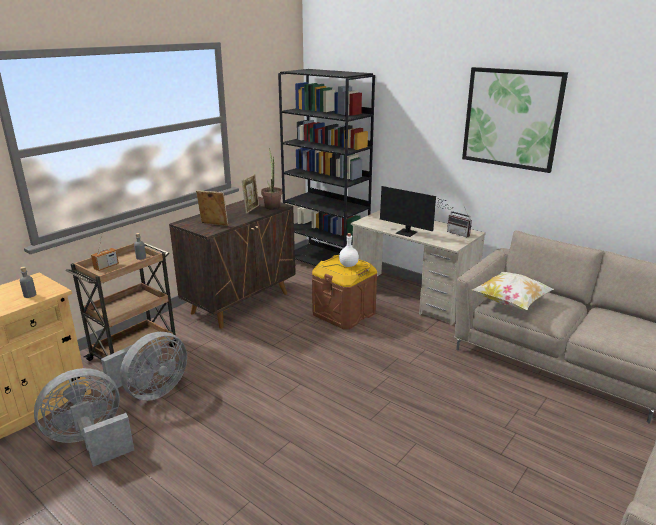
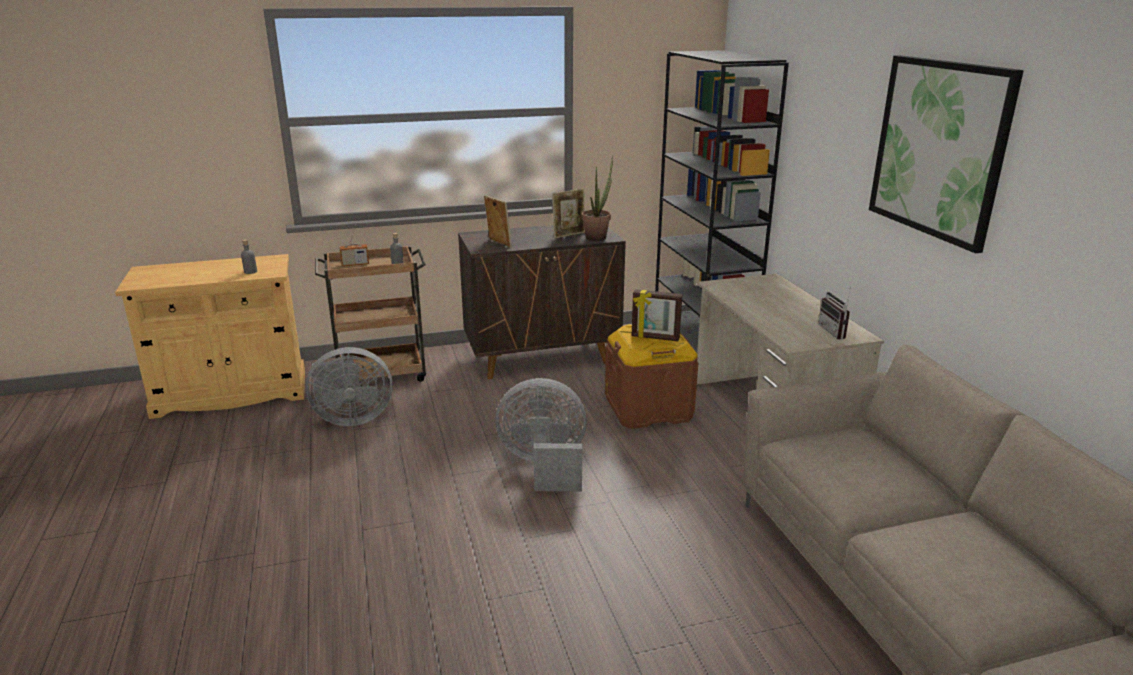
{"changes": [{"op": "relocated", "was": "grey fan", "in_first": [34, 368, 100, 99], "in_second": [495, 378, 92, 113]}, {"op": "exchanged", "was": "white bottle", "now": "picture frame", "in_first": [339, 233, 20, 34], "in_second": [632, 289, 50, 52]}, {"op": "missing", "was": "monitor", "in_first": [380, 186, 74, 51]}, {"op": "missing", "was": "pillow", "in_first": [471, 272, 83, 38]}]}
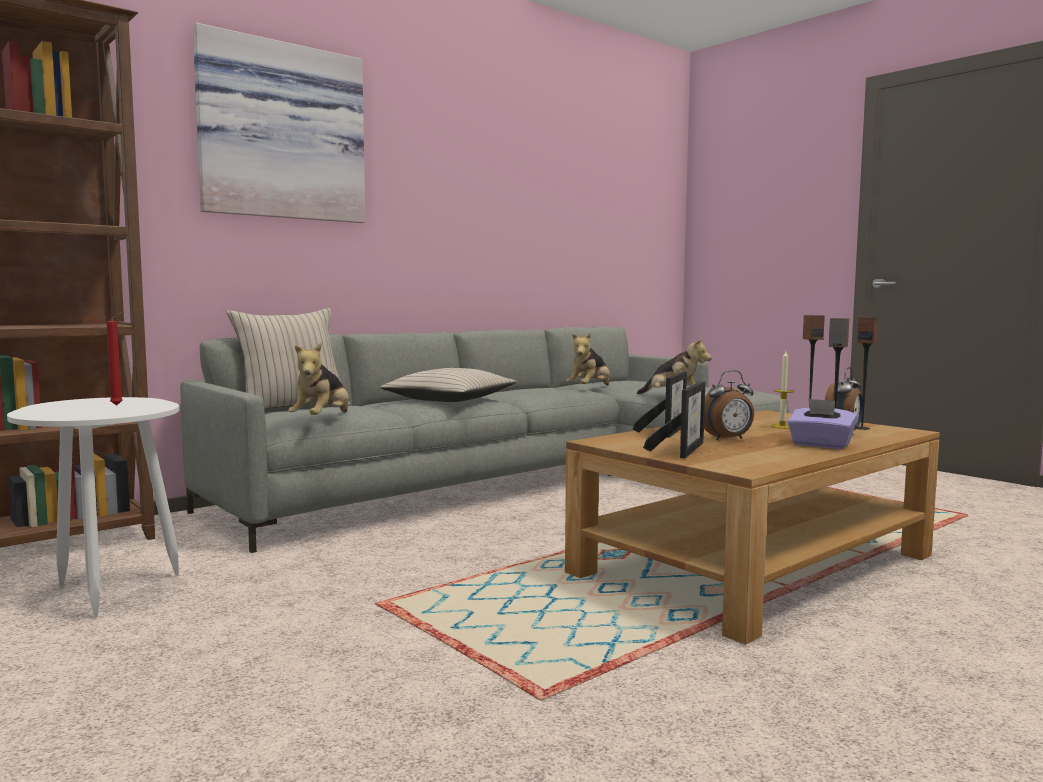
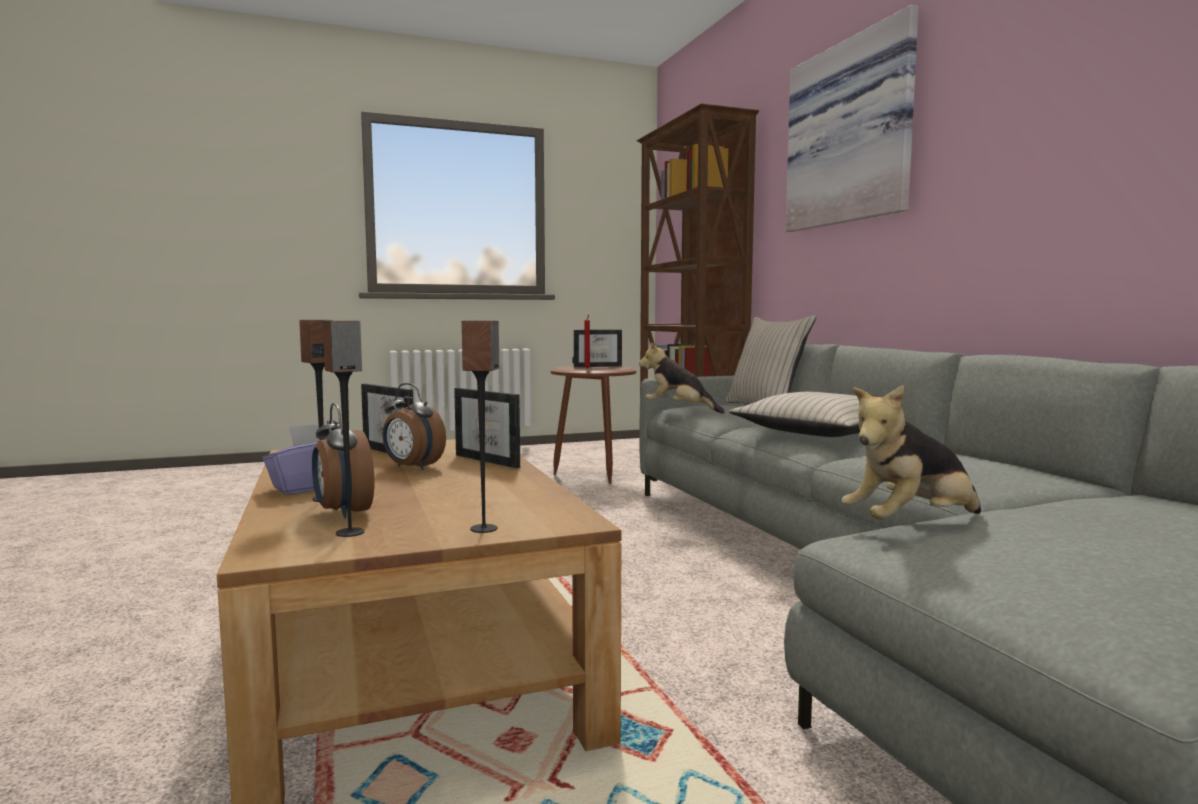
{"changes": [{"op": "spun", "was": "alarm clock", "in_first": [704, 370, 50, 70], "in_second": [383, 383, 63, 87], "clockwise": -60}, {"op": "colour", "was": "white side table", "now": "brown side table", "in_first": [7, 397, 172, 221], "in_second": [551, 366, 86, 118]}, {"op": "appeared", "now": "picture frame", "in_second": [572, 330, 50, 37]}, {"op": "missing", "was": "plush toy", "in_first": [566, 332, 44, 53]}, {"op": "missing", "was": "candle", "in_first": [770, 351, 25, 78]}]}
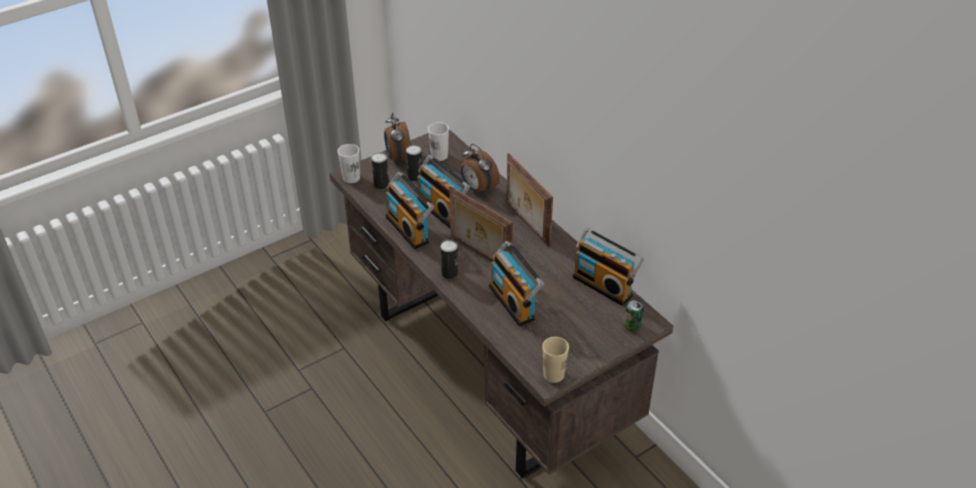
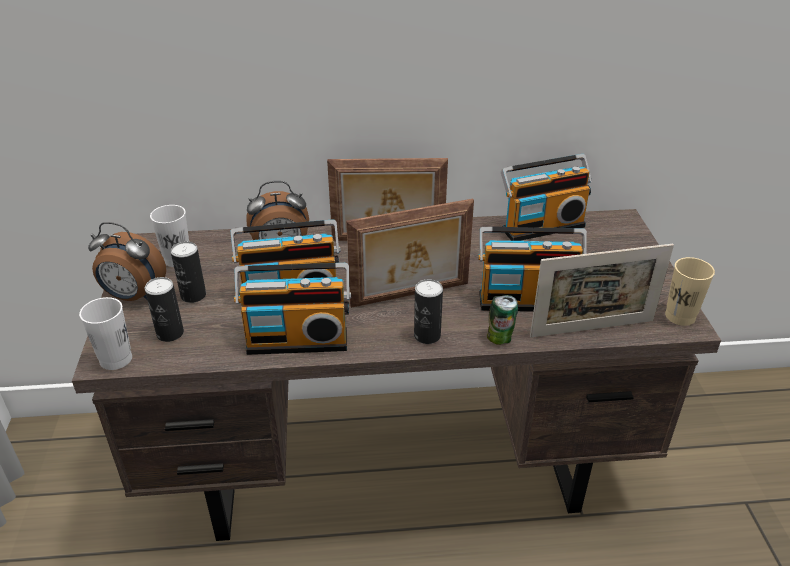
{"changes": [{"op": "relocated", "was": "can", "in_first": [624, 299, 20, 33], "in_second": [487, 295, 31, 50]}, {"op": "appeared", "now": "picture frame", "in_second": [530, 244, 144, 94]}]}
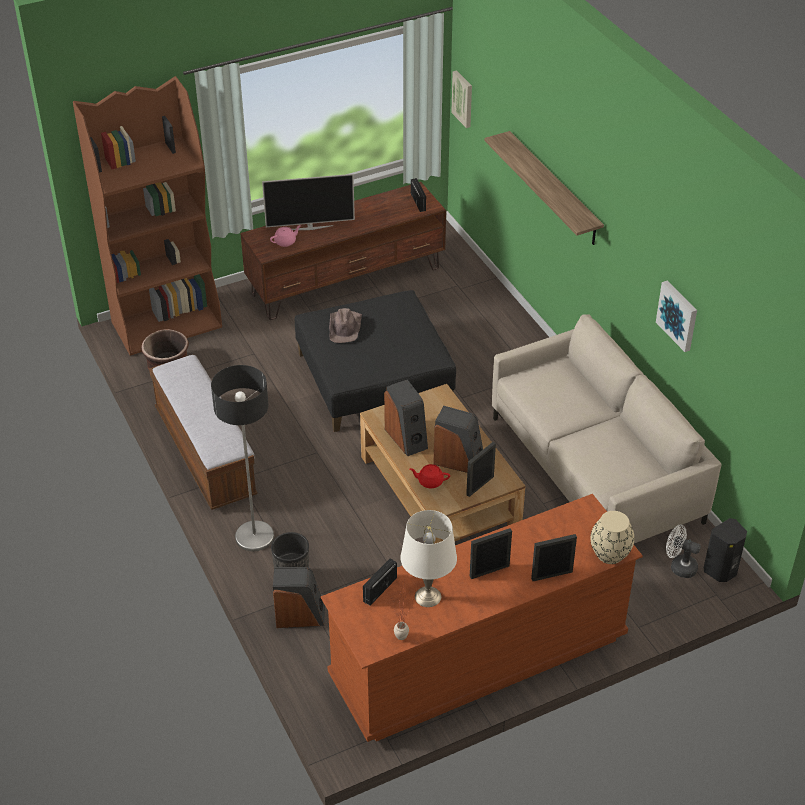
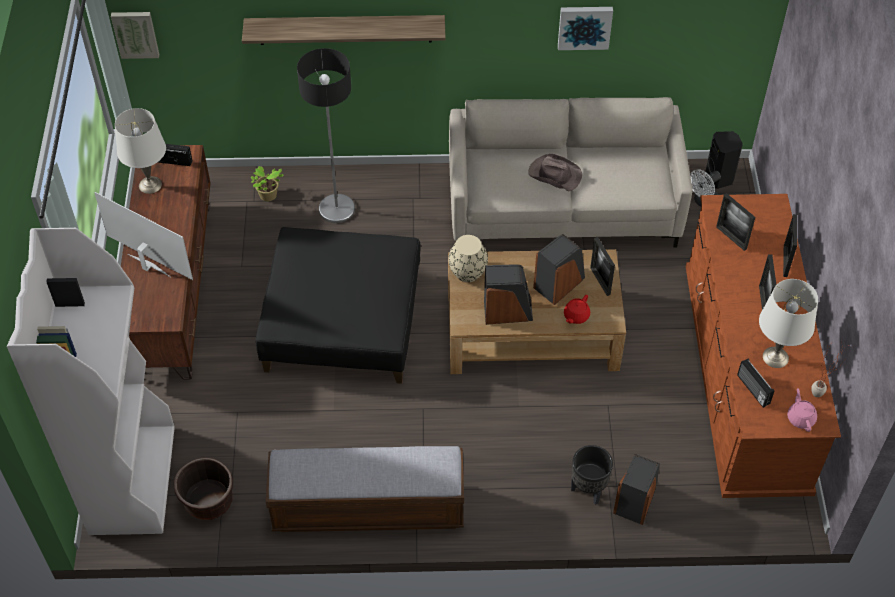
{"changes": [{"op": "colour", "was": "brown bookcase", "now": "white bookcase", "in_first": [73, 76, 149, 280], "in_second": [7, 228, 168, 307]}, {"op": "spun", "was": "television", "in_first": [262, 174, 93, 56], "in_second": [94, 192, 99, 88], "clockwise": -75}, {"op": "appeared", "now": "white table lamp", "in_second": [115, 108, 51, 86]}, {"op": "appeared", "now": "potted plant", "in_second": [251, 166, 33, 36]}, {"op": "relocated", "was": "floor lamp", "in_first": [211, 365, 63, 186], "in_second": [297, 48, 58, 175]}, {"op": "relocated", "was": "beige vase", "in_first": [590, 511, 44, 53], "in_second": [448, 235, 40, 47]}, {"op": "relocated", "was": "brown hat", "in_first": [329, 308, 33, 35], "in_second": [528, 154, 54, 37]}, {"op": "appeared", "now": "picture frame", "in_second": [716, 193, 39, 58]}, {"op": "relocated", "was": "pink teapot", "in_first": [270, 225, 31, 22], "in_second": [787, 388, 30, 44]}]}
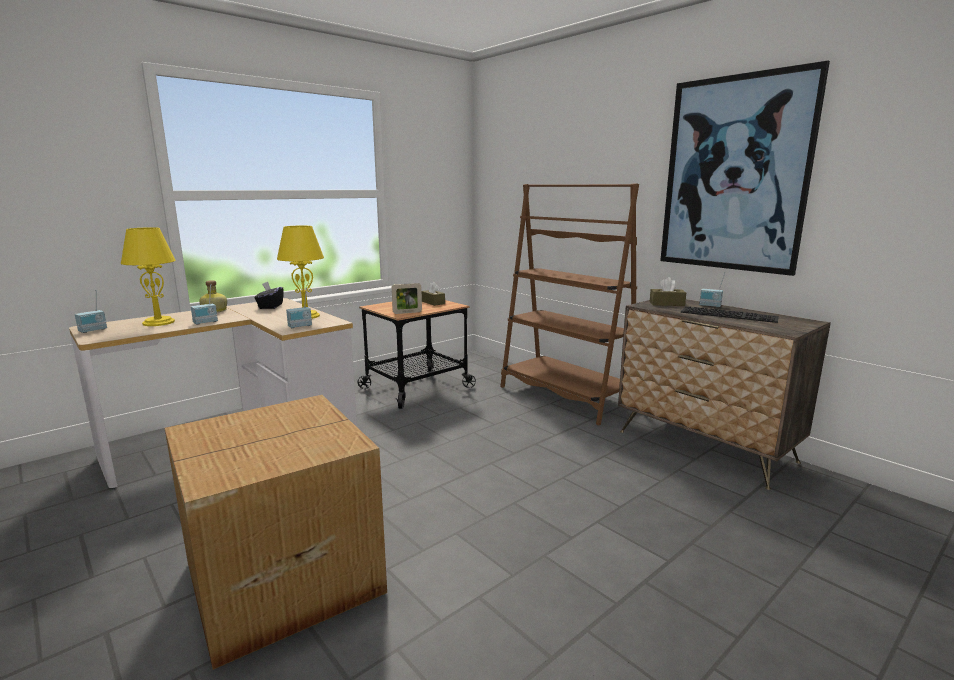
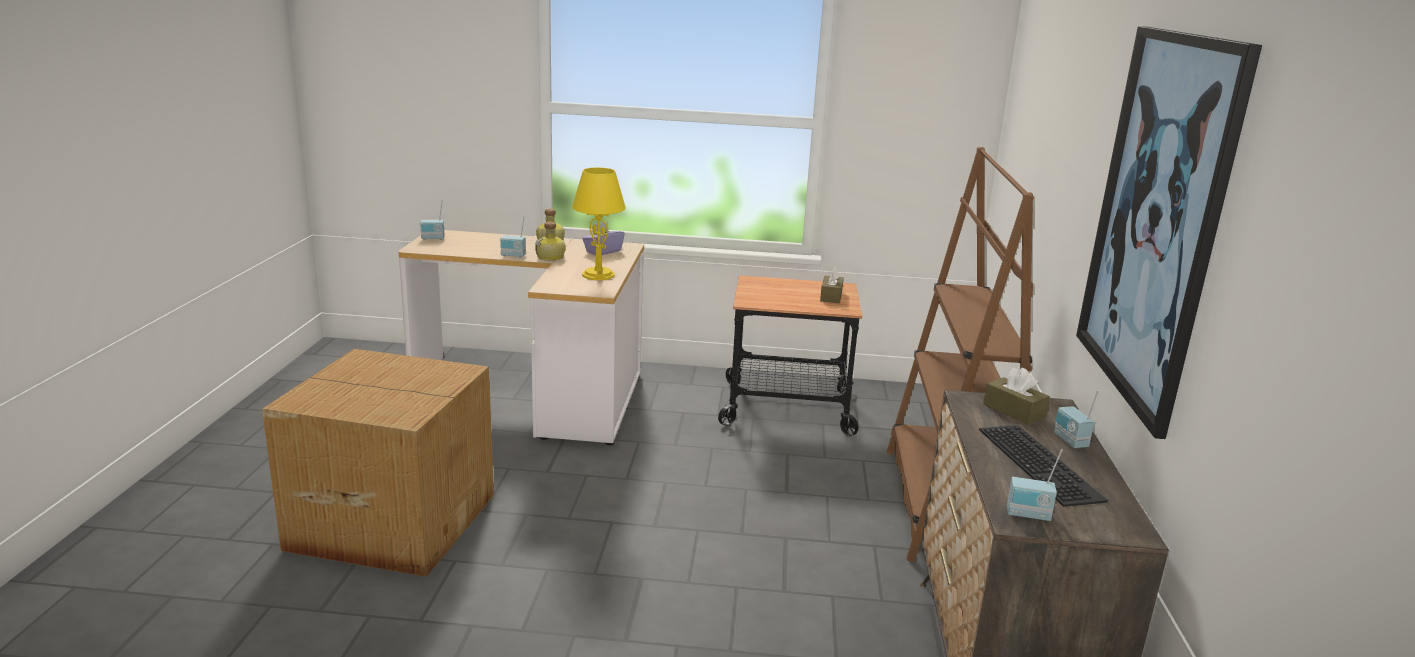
{"changes": [{"op": "appeared", "now": "bottle", "in_second": [535, 222, 30, 39]}, {"op": "colour", "was": "black tissue box", "now": "purple tissue box", "in_first": [255, 281, 29, 28], "in_second": [582, 222, 43, 33]}, {"op": "relocated", "was": "radio", "in_first": [286, 287, 26, 41], "in_second": [1007, 449, 56, 72]}, {"op": "missing", "was": "yellow table lamp", "in_first": [121, 227, 54, 99]}, {"op": "missing", "was": "picture frame", "in_first": [392, 283, 30, 31]}]}
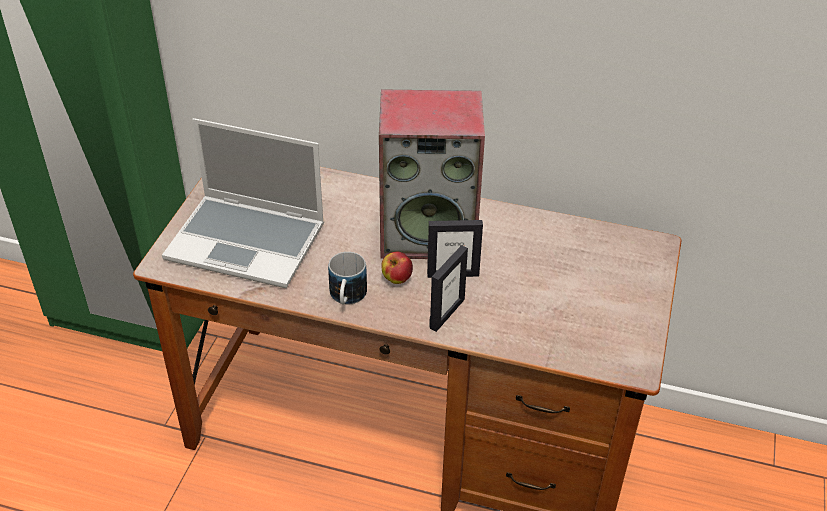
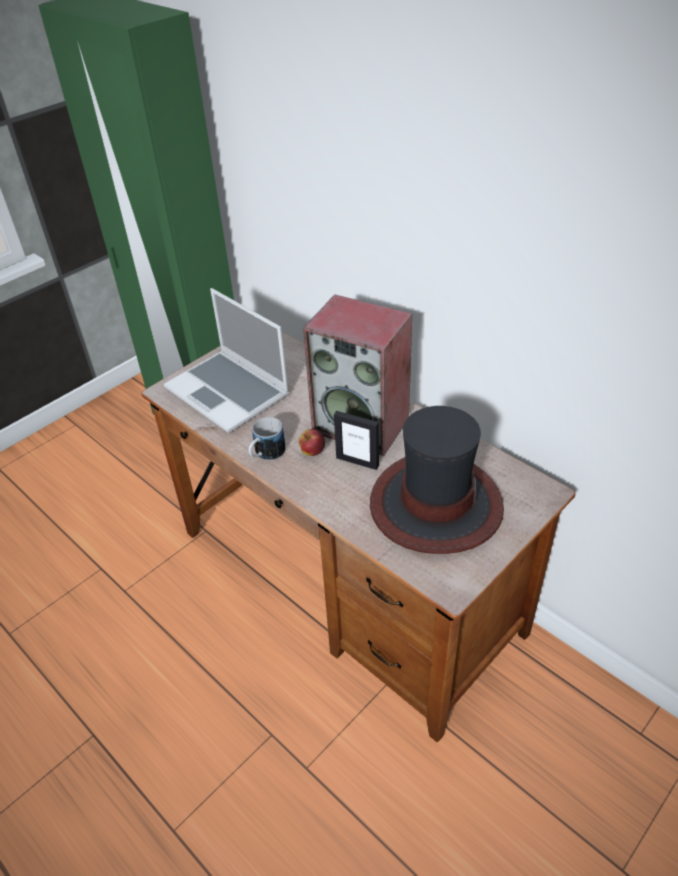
{"changes": [{"op": "appeared", "now": "hat", "in_second": [370, 406, 134, 148]}, {"op": "missing", "was": "picture frame", "in_first": [429, 245, 39, 87]}]}
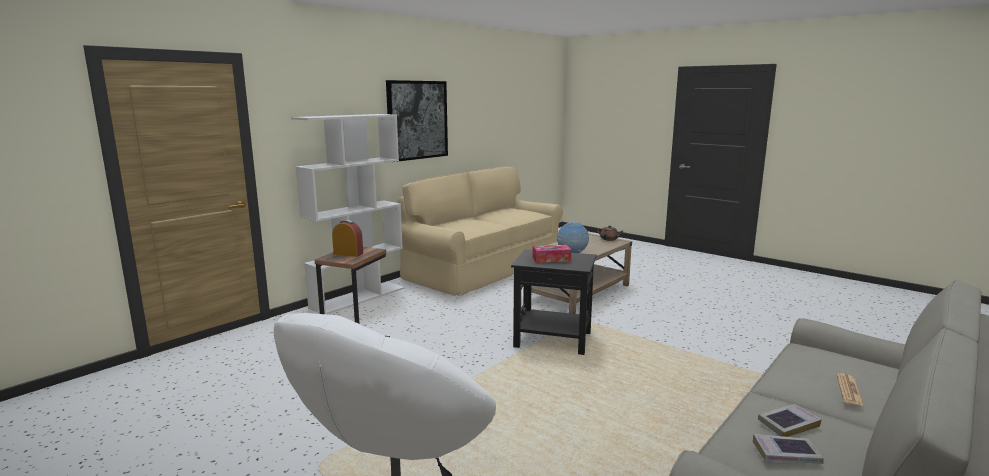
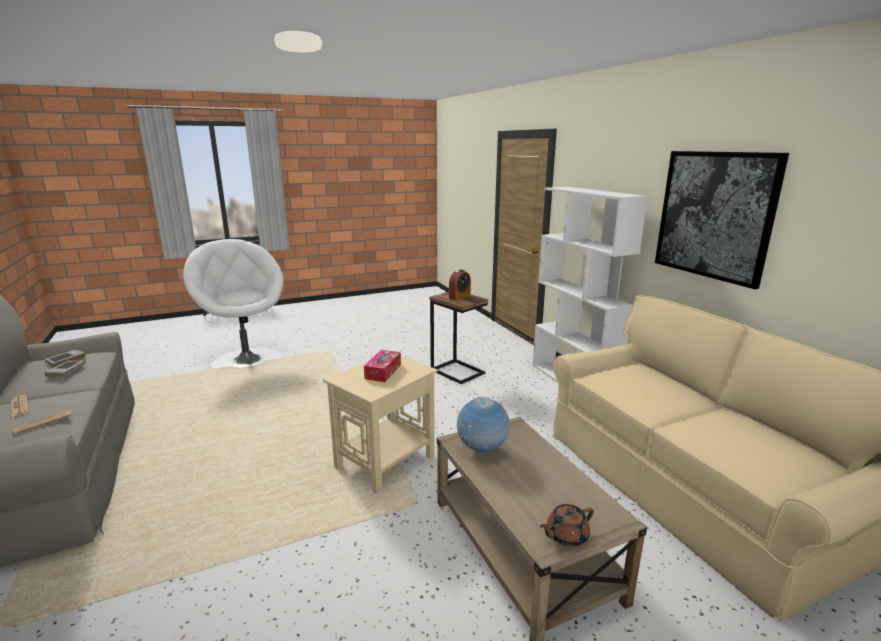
{"changes": [{"op": "appeared", "now": "newspaper", "in_second": [12, 410, 60, 24]}, {"op": "colour", "was": "black side table", "now": "beige side table", "in_first": [511, 249, 86, 106], "in_second": [323, 356, 115, 138]}]}
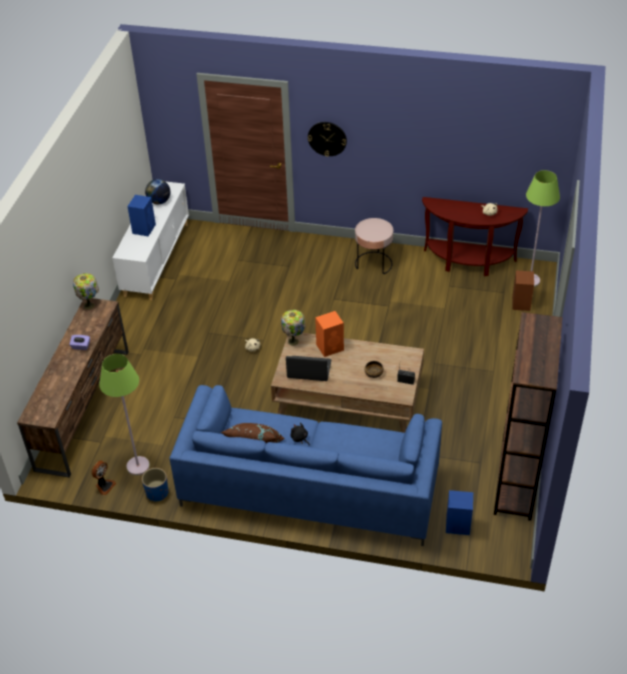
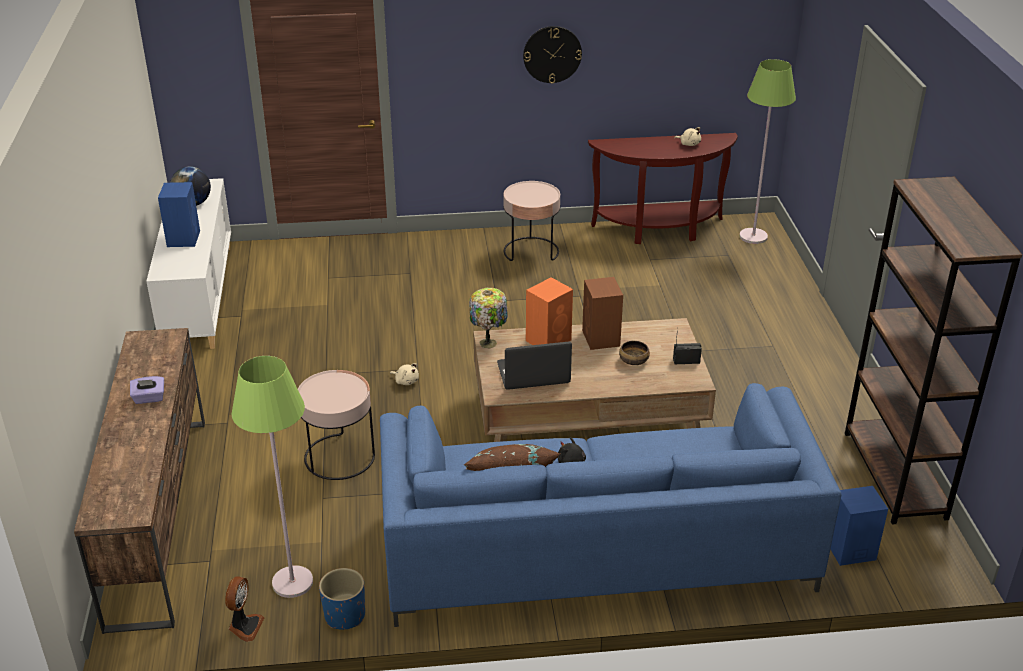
{"changes": [{"op": "appeared", "now": "pink side table", "in_second": [298, 370, 77, 110]}, {"op": "relocated", "was": "wall clock", "in_first": [308, 122, 39, 35], "in_second": [523, 26, 59, 57]}, {"op": "relocated", "was": "brown speaker", "in_first": [512, 270, 22, 41], "in_second": [582, 277, 41, 73]}, {"op": "missing", "was": "table lamp", "in_first": [73, 273, 26, 36]}]}
